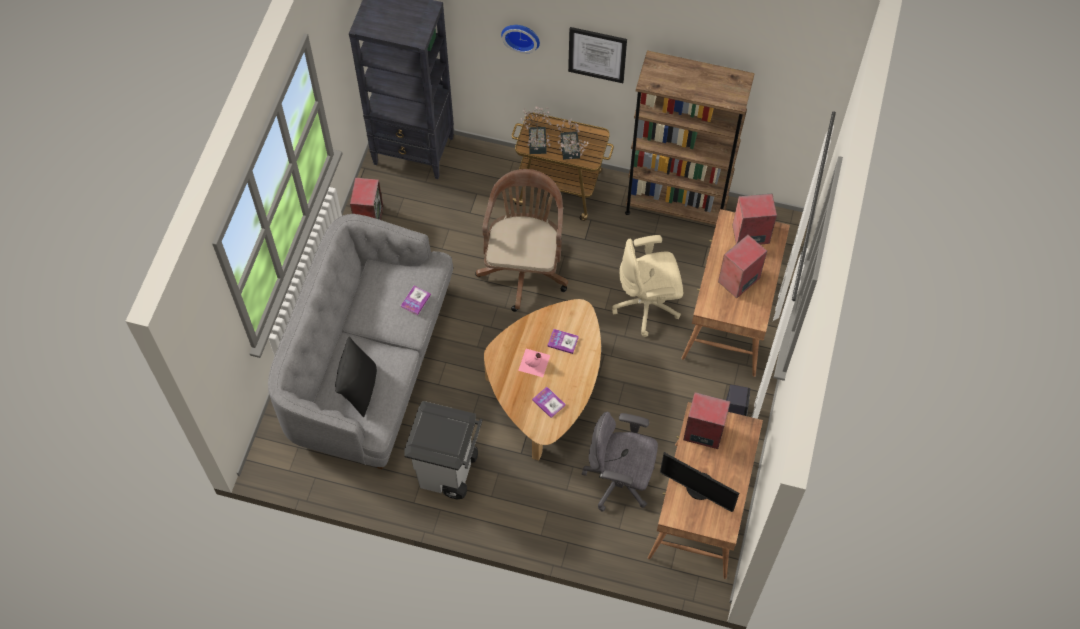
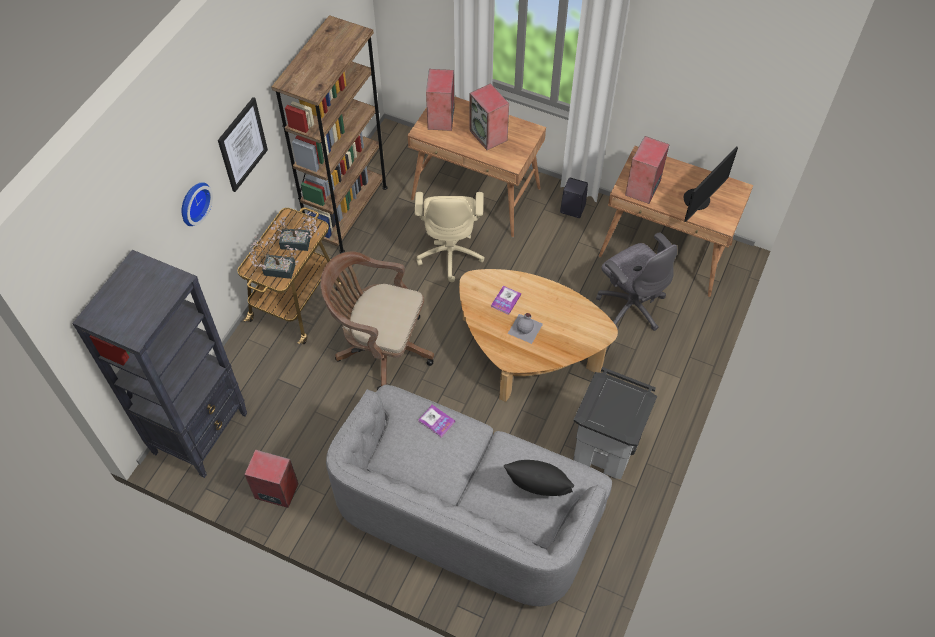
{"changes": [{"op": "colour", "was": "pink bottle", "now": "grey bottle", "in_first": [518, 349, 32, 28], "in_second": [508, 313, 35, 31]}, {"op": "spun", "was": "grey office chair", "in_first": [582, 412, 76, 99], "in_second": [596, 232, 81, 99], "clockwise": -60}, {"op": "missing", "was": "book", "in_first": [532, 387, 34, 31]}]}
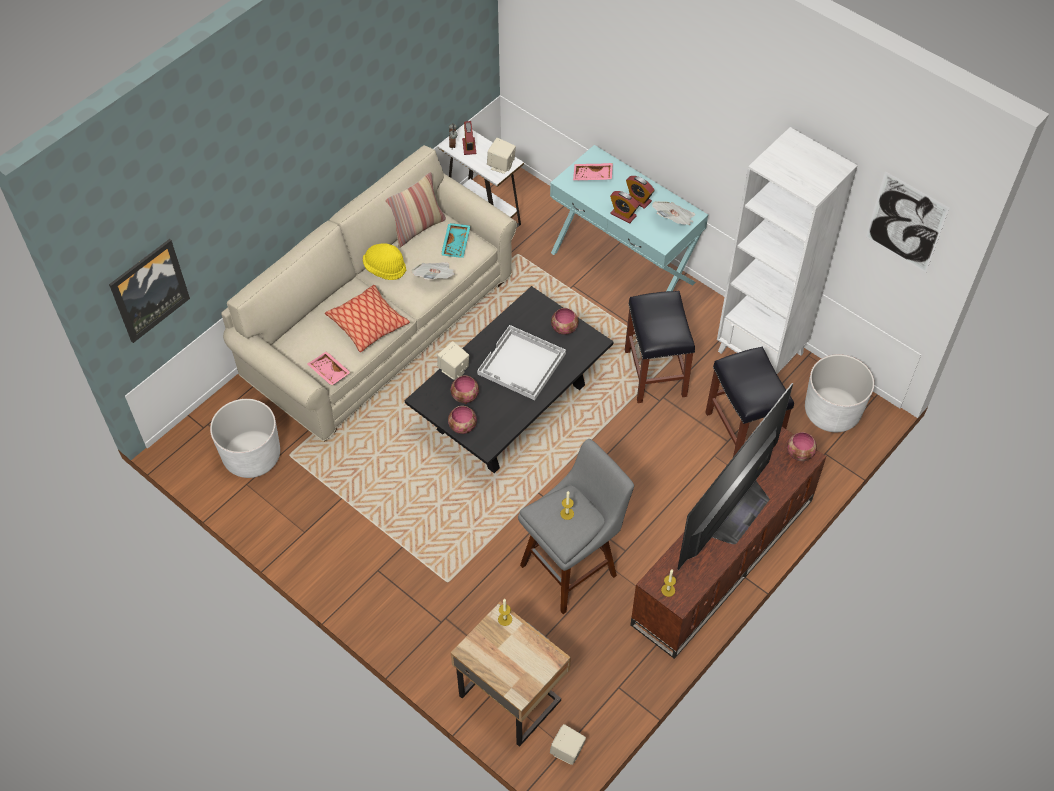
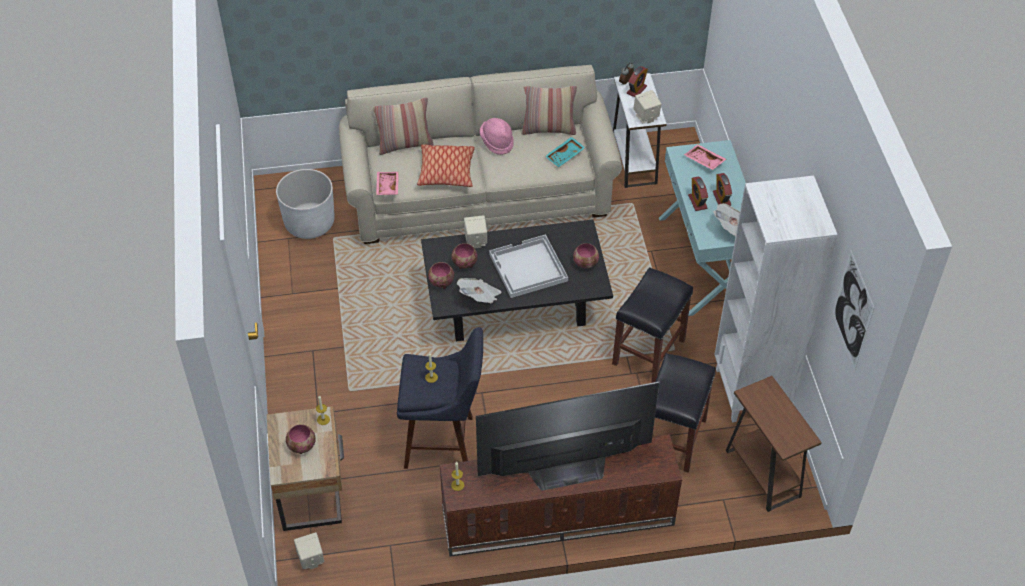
{"changes": [{"op": "relocated", "was": "bowl", "in_first": [787, 432, 30, 29], "in_second": [286, 424, 30, 30]}, {"op": "appeared", "now": "pillow", "in_second": [373, 97, 61, 58]}, {"op": "colour", "was": "grey stool", "now": "blue stool", "in_first": [518, 439, 116, 175], "in_second": [397, 327, 86, 142]}, {"op": "relocated", "was": "newspaper", "in_first": [412, 262, 43, 18], "in_second": [457, 278, 45, 25]}, {"op": "colour", "was": "yellow hat", "now": "pink hat", "in_first": [363, 243, 43, 37], "in_second": [480, 118, 34, 37]}, {"op": "exchanged", "was": "white planter", "now": "brown side table", "in_first": [805, 354, 69, 78], "in_second": [726, 376, 96, 136]}, {"op": "missing", "was": "picture", "in_first": [109, 239, 81, 104]}]}
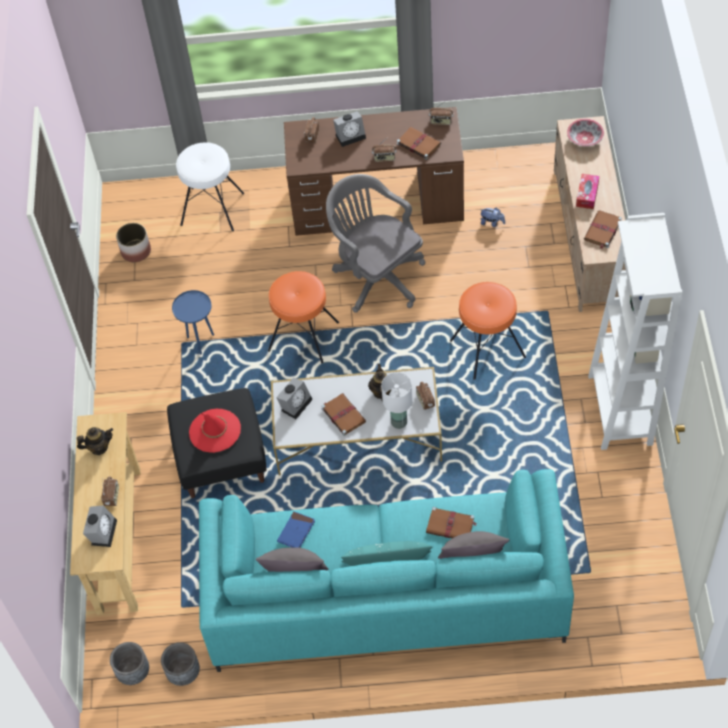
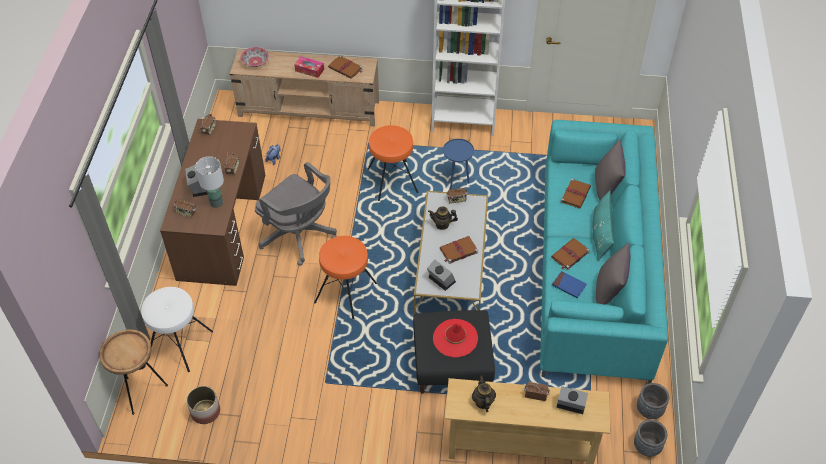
{"changes": [{"op": "appeared", "now": "brown side table", "in_second": [99, 329, 69, 86]}, {"op": "relocated", "was": "white table lamp", "in_first": [381, 372, 32, 57], "in_second": [195, 156, 29, 52]}, {"op": "spun", "was": "grey office chair", "in_first": [326, 174, 99, 139], "in_second": [255, 162, 82, 104], "clockwise": -105}, {"op": "relocated", "was": "blue side table", "in_first": [172, 290, 42, 64], "in_second": [443, 139, 31, 51]}, {"op": "relocated", "was": "brown book", "in_first": [397, 127, 44, 33], "in_second": [551, 238, 39, 32]}]}
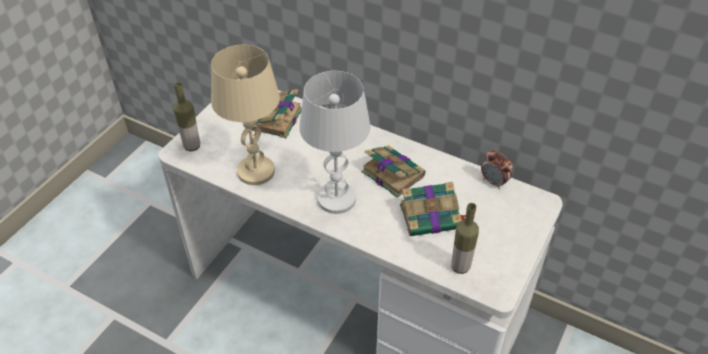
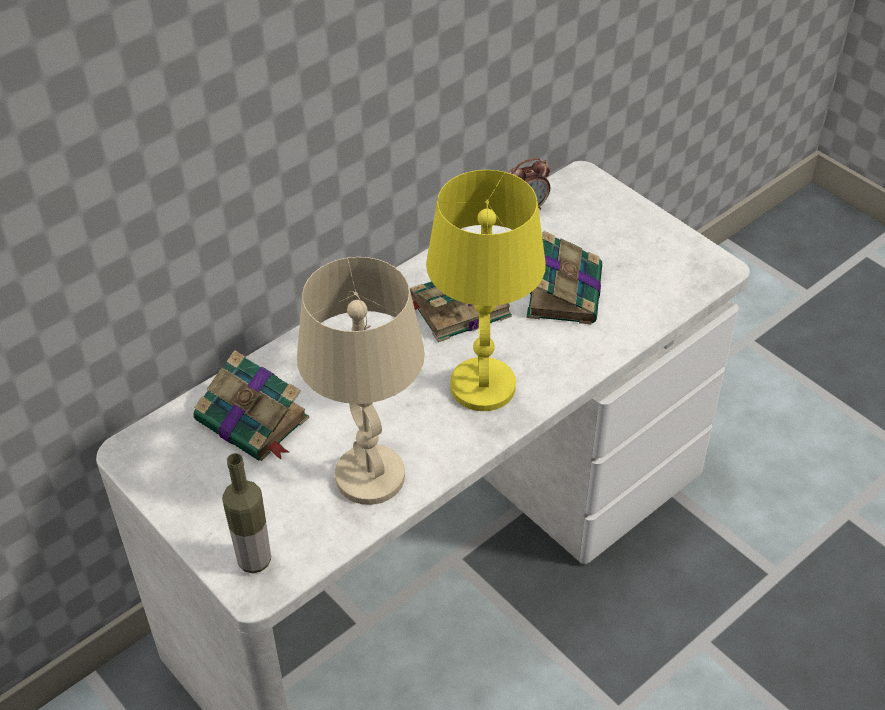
{"changes": [{"op": "colour", "was": "white table lamp", "now": "yellow table lamp", "in_first": [299, 71, 71, 143], "in_second": [426, 170, 120, 241]}, {"op": "missing", "was": "bottle", "in_first": [451, 203, 28, 71]}]}
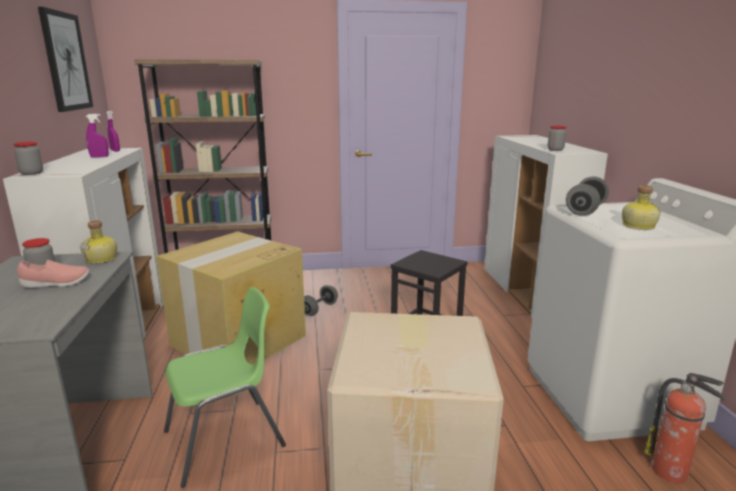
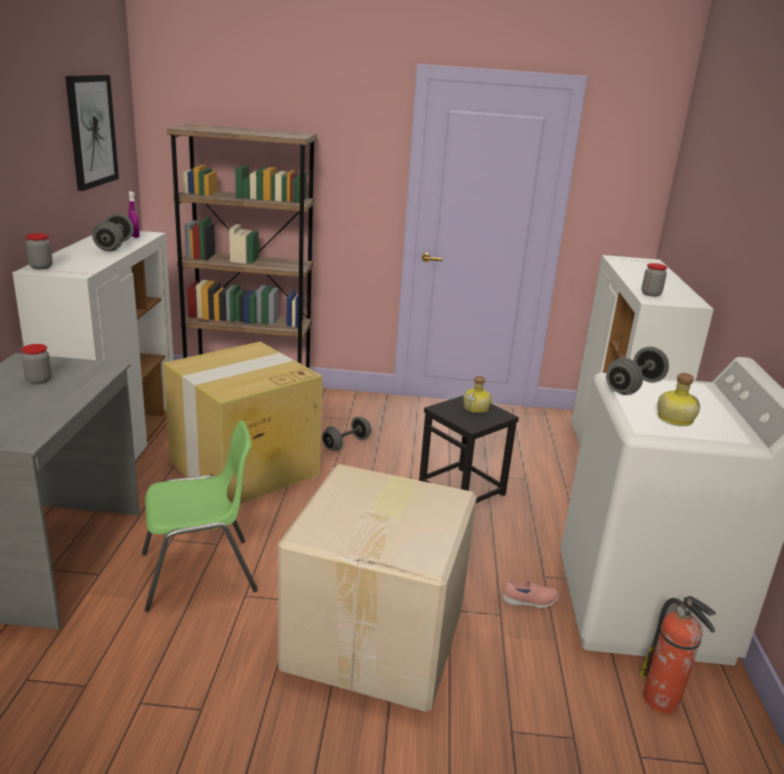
{"changes": [{"op": "exchanged", "was": "purple spray bottle", "now": "grey dumbbell", "in_first": [86, 114, 23, 44], "in_second": [92, 213, 42, 38]}, {"op": "relocated", "was": "bottle", "in_first": [80, 220, 37, 44], "in_second": [463, 376, 29, 37]}, {"op": "relocated", "was": "pink shoe", "in_first": [17, 260, 72, 28], "in_second": [502, 580, 57, 28]}]}
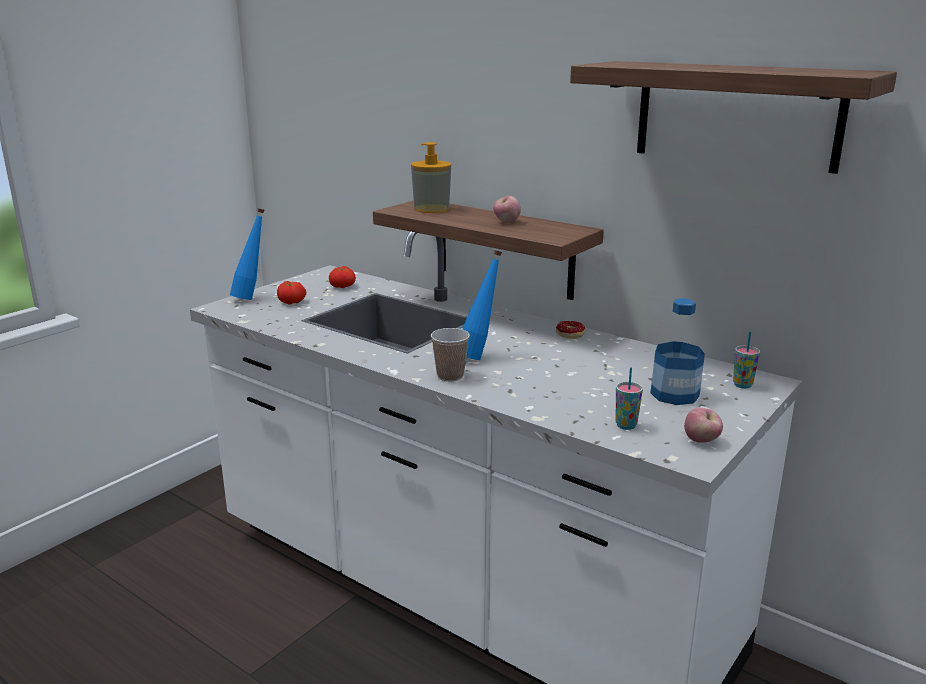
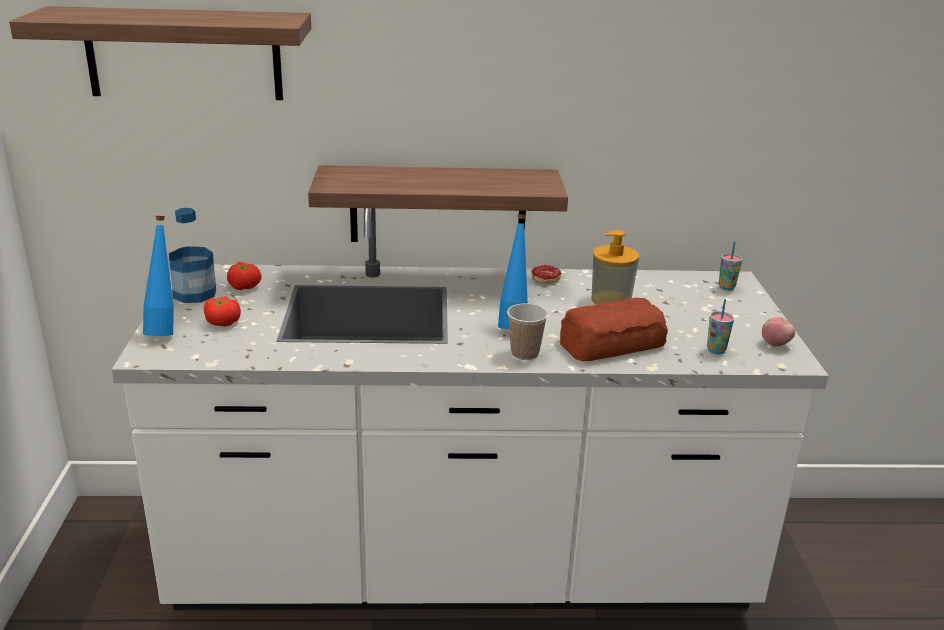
{"changes": [{"op": "relocated", "was": "shelf", "in_first": [570, 61, 327, 113], "in_second": [9, 6, 302, 94]}, {"op": "relocated", "was": "bottle", "in_first": [651, 298, 54, 107], "in_second": [169, 208, 47, 95]}, {"op": "appeared", "now": "bread", "in_second": [560, 298, 108, 63]}, {"op": "relocated", "was": "soap dispenser", "in_first": [411, 142, 40, 71], "in_second": [592, 230, 47, 75]}, {"op": "missing", "was": "apple", "in_first": [493, 196, 28, 27]}]}
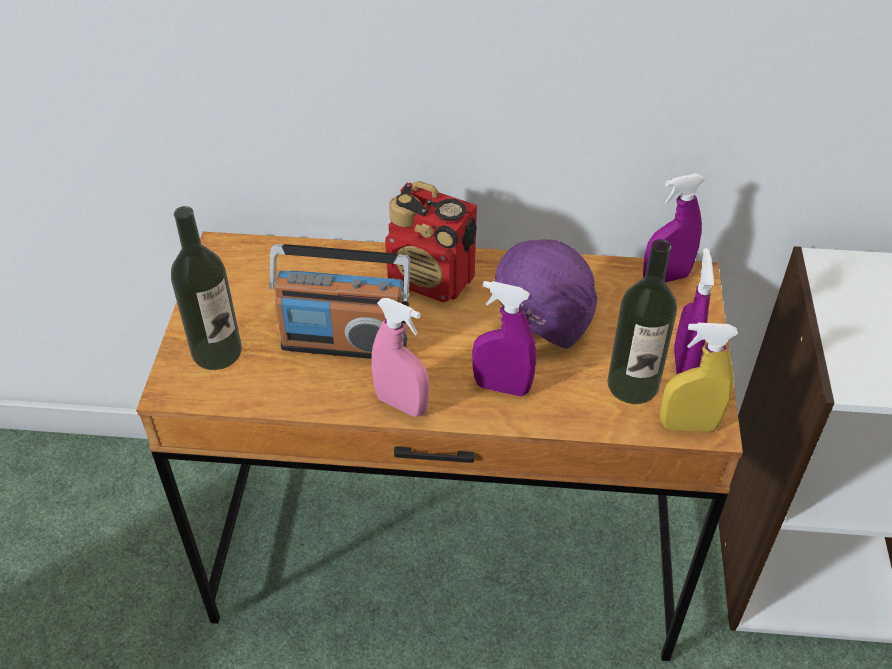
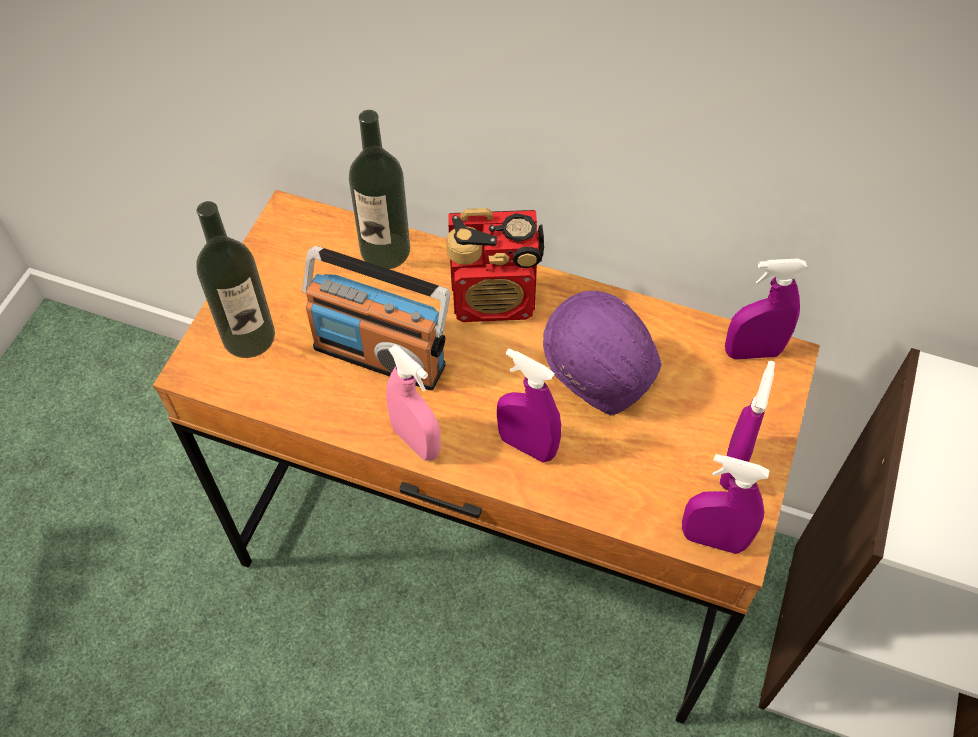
{"changes": [{"op": "relocated", "was": "bottle", "in_first": [607, 239, 70, 165], "in_second": [349, 110, 61, 159]}, {"op": "spun", "was": "radio", "in_first": [385, 181, 92, 122], "in_second": [446, 208, 98, 114], "clockwise": -45}, {"op": "colour", "was": "yellow spray bottle", "now": "purple spray bottle", "in_first": [660, 323, 78, 109], "in_second": [682, 454, 88, 100]}]}
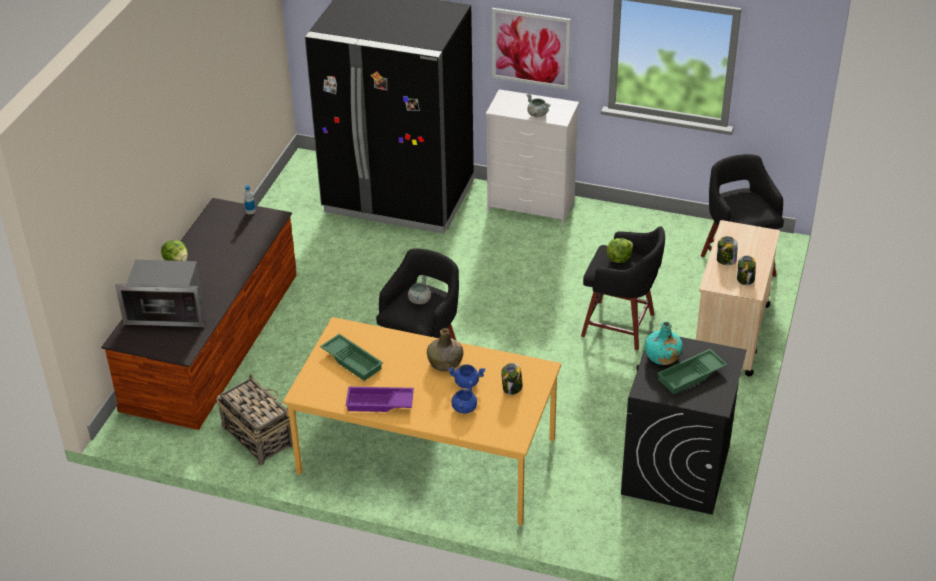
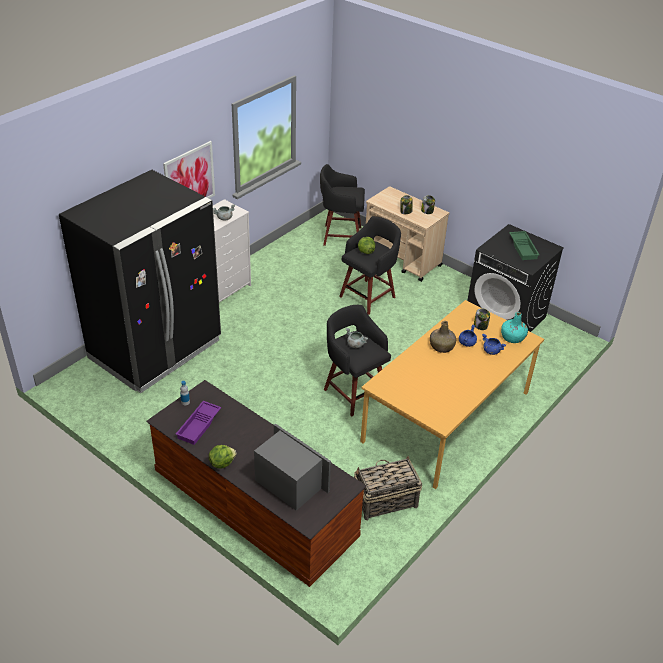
{"changes": [{"op": "relocated", "was": "purple tray", "in_first": [346, 387, 68, 25], "in_second": [176, 401, 45, 44]}, {"op": "spun", "was": "microwave", "in_first": [115, 260, 90, 67], "in_second": [254, 423, 77, 88], "clockwise": -75}, {"op": "relocated", "was": "turquoise bottle", "in_first": [645, 321, 38, 44], "in_second": [501, 312, 27, 31]}, {"op": "missing", "was": "green tray", "in_first": [320, 334, 63, 47]}]}
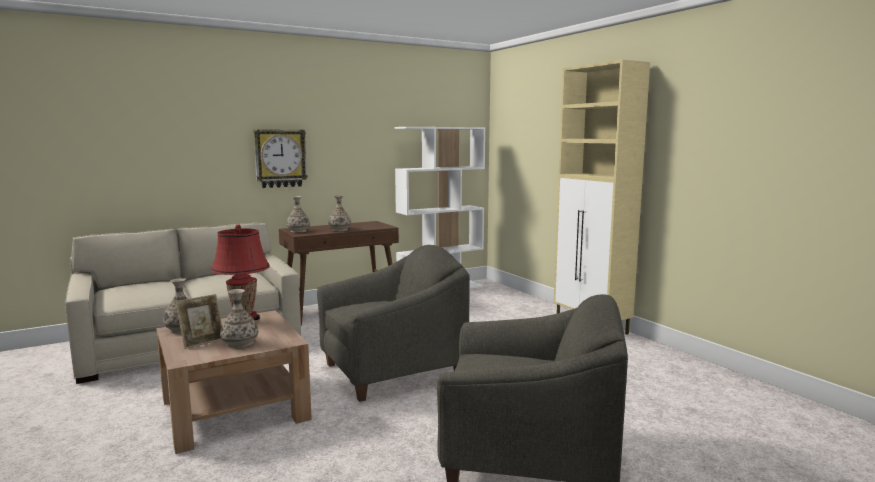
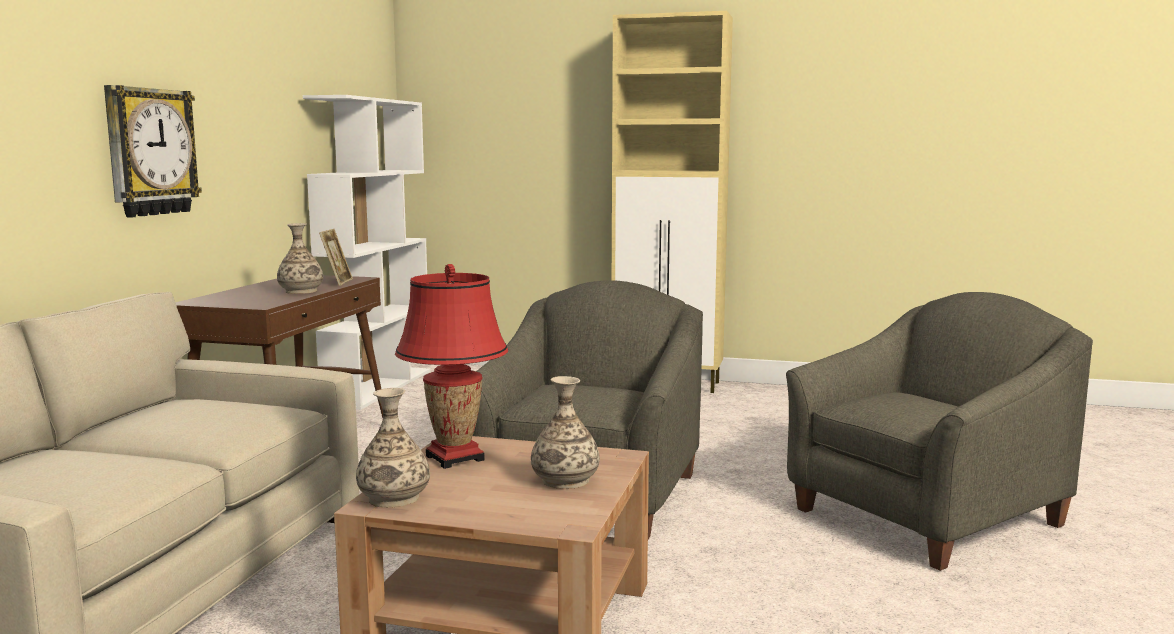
{"changes": [{"op": "relocated", "was": "picture frame", "in_first": [175, 294, 47, 55], "in_second": [319, 229, 34, 57]}, {"op": "missing", "was": "vase", "in_first": [286, 196, 24, 37]}]}
